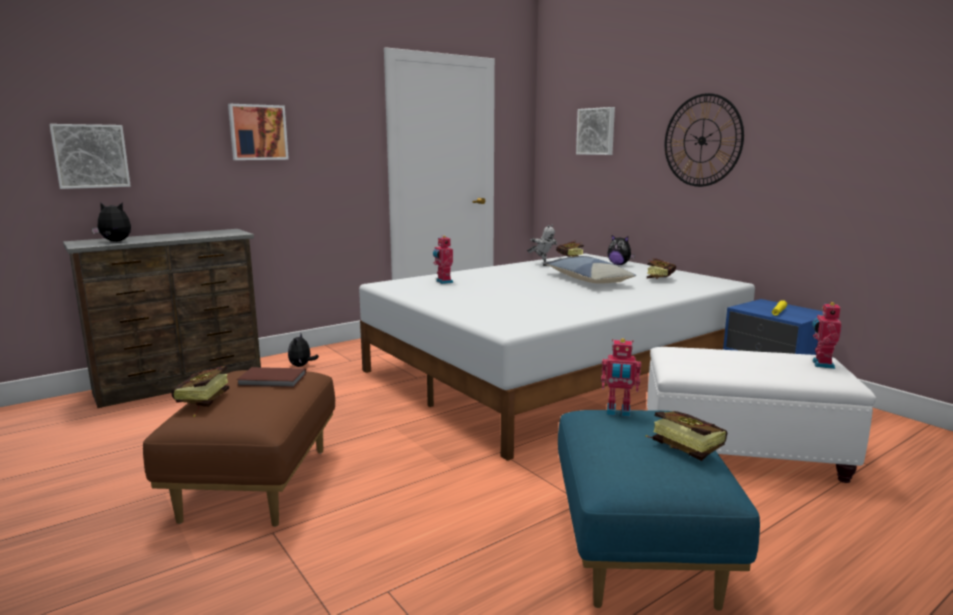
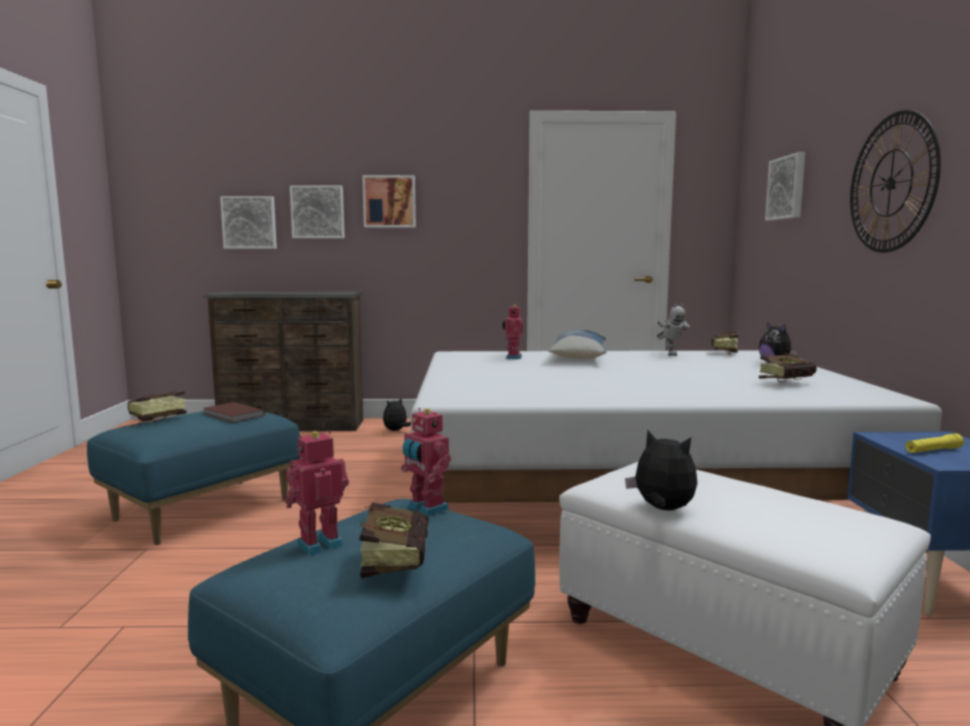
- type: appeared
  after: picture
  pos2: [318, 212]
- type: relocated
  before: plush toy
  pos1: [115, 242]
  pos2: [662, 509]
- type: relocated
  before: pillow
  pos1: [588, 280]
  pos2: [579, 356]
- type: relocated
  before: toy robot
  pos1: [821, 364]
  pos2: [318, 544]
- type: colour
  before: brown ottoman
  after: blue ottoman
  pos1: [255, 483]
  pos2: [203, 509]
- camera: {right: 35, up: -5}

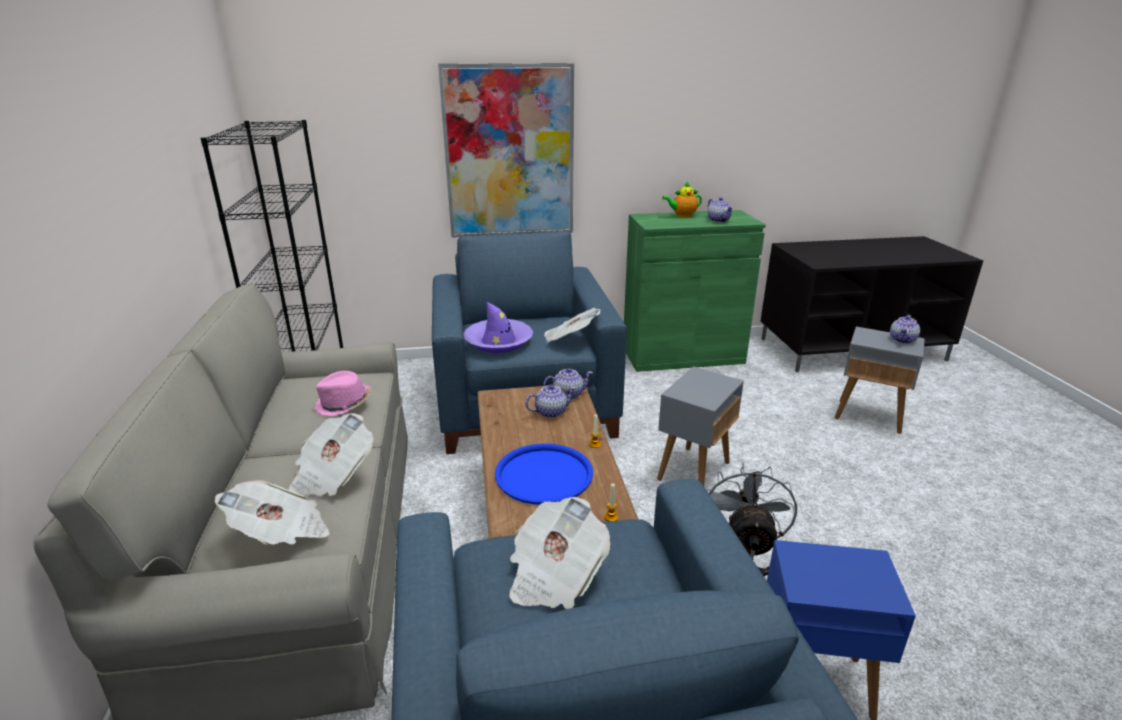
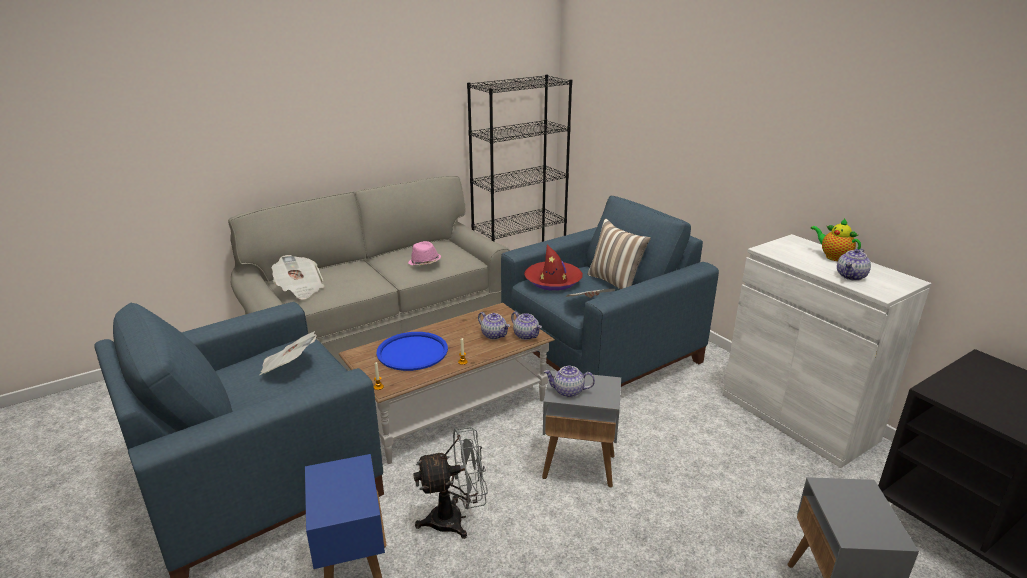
- type: missing
  before: newspaper
  pos1: [332, 475]
- type: missing
  before: picture
  pos1: [509, 153]
- type: appeared
  after: pillow
  pos2: [615, 283]
- type: relocated
  before: teapot
  pos1: [903, 340]
  pos2: [568, 391]
- type: colour
  before: purple hat
  after: red hat
  pos1: [498, 342]
  pos2: [553, 281]
- type: colour
  before: green cabinet
  after: white cabinet
  pos1: [682, 355]
  pos2: [798, 417]
- camera: {right: 65, up: 0}

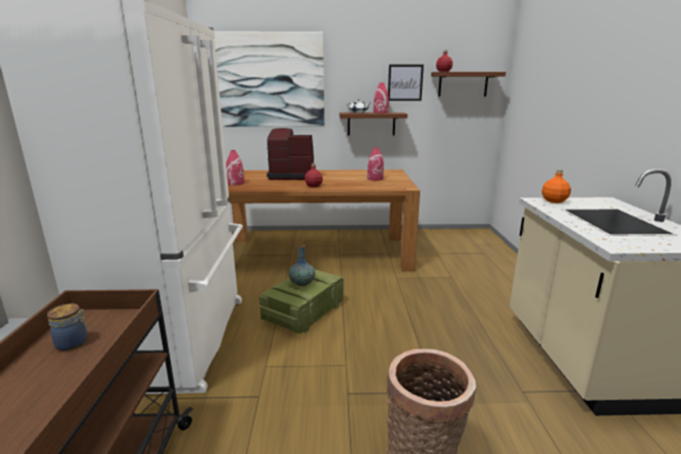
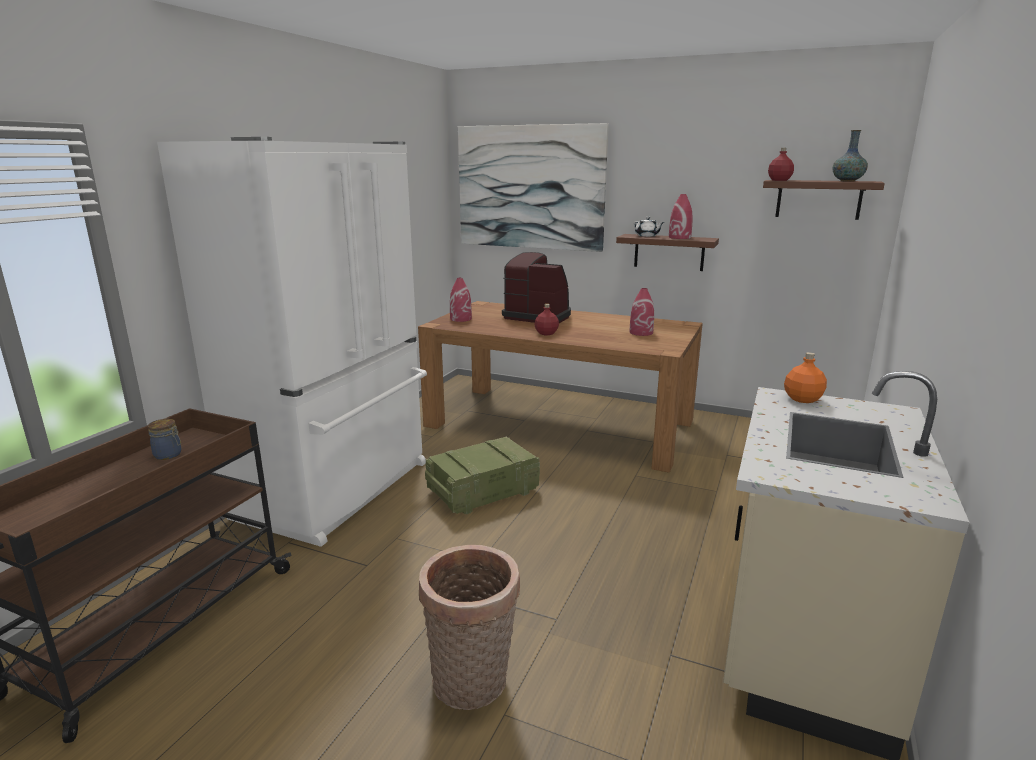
- type: missing
  before: picture
  pos1: [405, 82]
- type: relocated
  before: vase
  pos1: [302, 283]
  pos2: [847, 181]
- camera: {right: 25, up: 0}

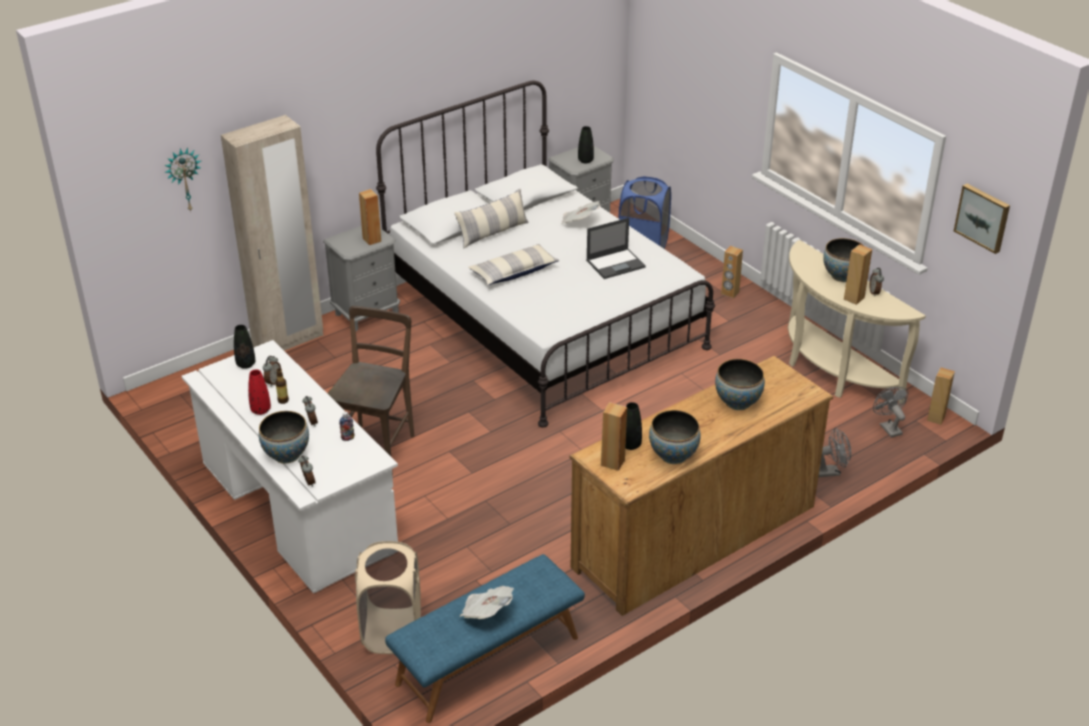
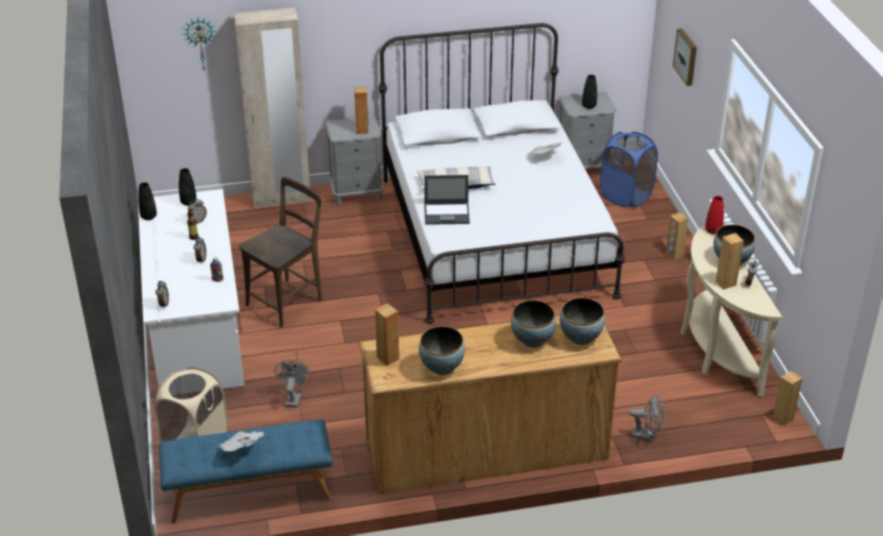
- type: missing
  before: pillow
  pos1: [493, 233]
- type: relocated
  before: red vase
  pos1: [261, 410]
  pos2: [713, 230]
- type: relocated
  before: bowl
  pos1: [286, 455]
  pos2: [580, 337]
- type: relocated
  before: laptop
  pos1: [616, 263]
  pos2: [447, 214]
- type: relocated
  before: black vase
  pos1: [630, 445]
  pos2: [148, 217]
- type: relocated
  before: grey fan
  pos1: [888, 427]
  pos2: [293, 397]
- type: relocated
  before: picture
  pos1: [983, 217]
  pos2: [686, 56]
- camera: {right: 25, up: 0}

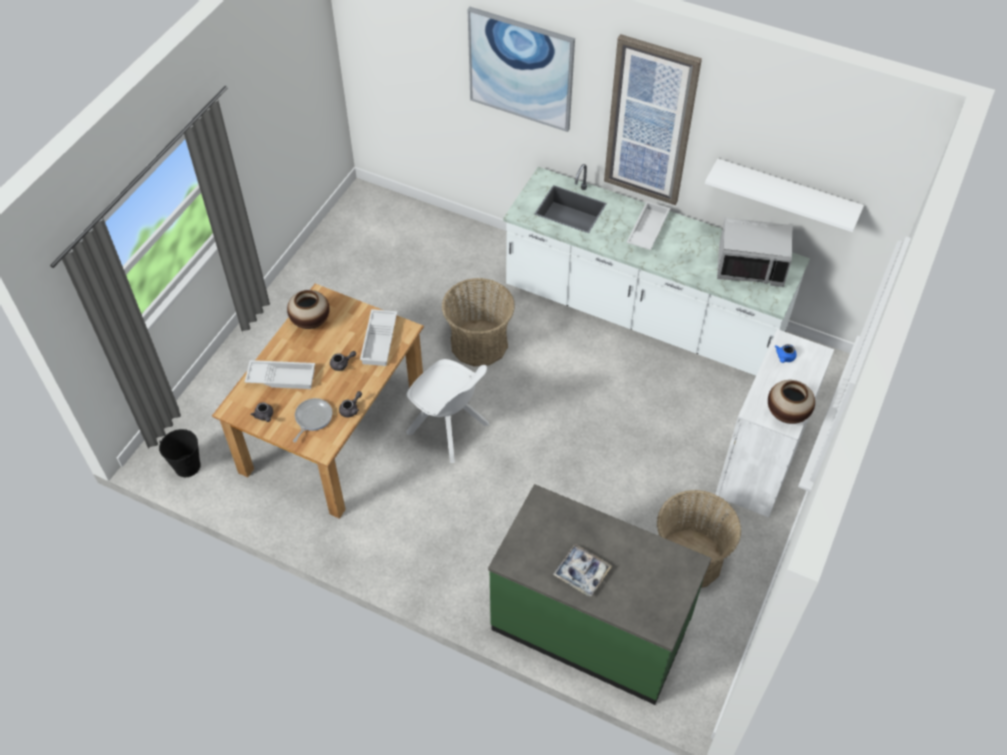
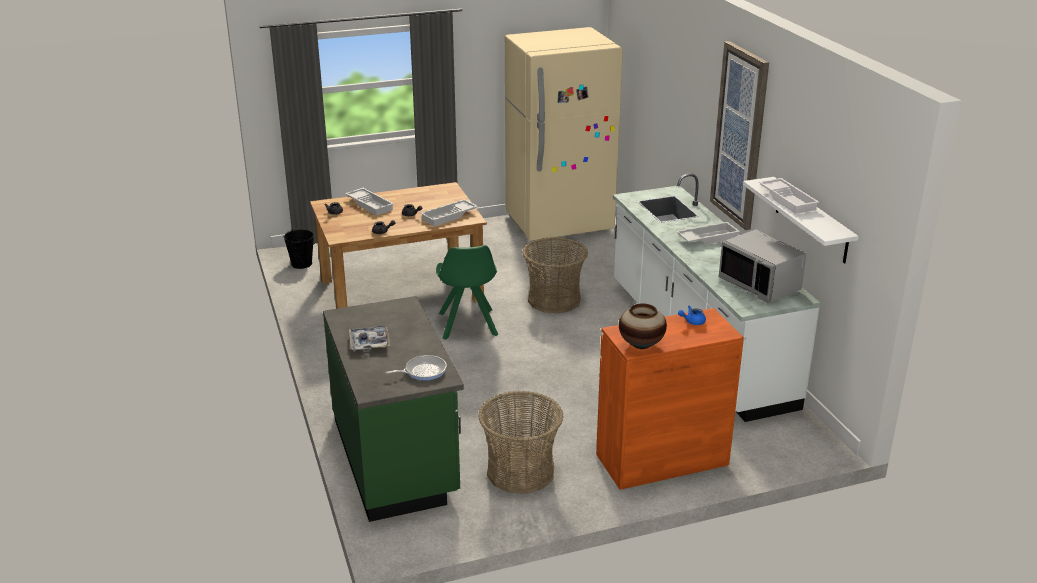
- type: missing
  before: vase
  pos1: [311, 321]
- type: missing
  before: picture
  pos1: [521, 69]
- type: appeared
  after: beige fridge
  pos2: [559, 224]
- type: appeared
  after: white tray
  pos2: [788, 200]
- type: relocated
  before: frying pan
  pos1: [312, 418]
  pos2: [423, 371]
- type: colour
  before: white chair
  after: green chair
  pos1: [449, 430]
  pos2: [468, 325]
- type: colour
  before: white cabinet
  after: orange cabinet
  pos1: [759, 463]
  pos2: [662, 459]
- camera: {right: 45, up: -25}

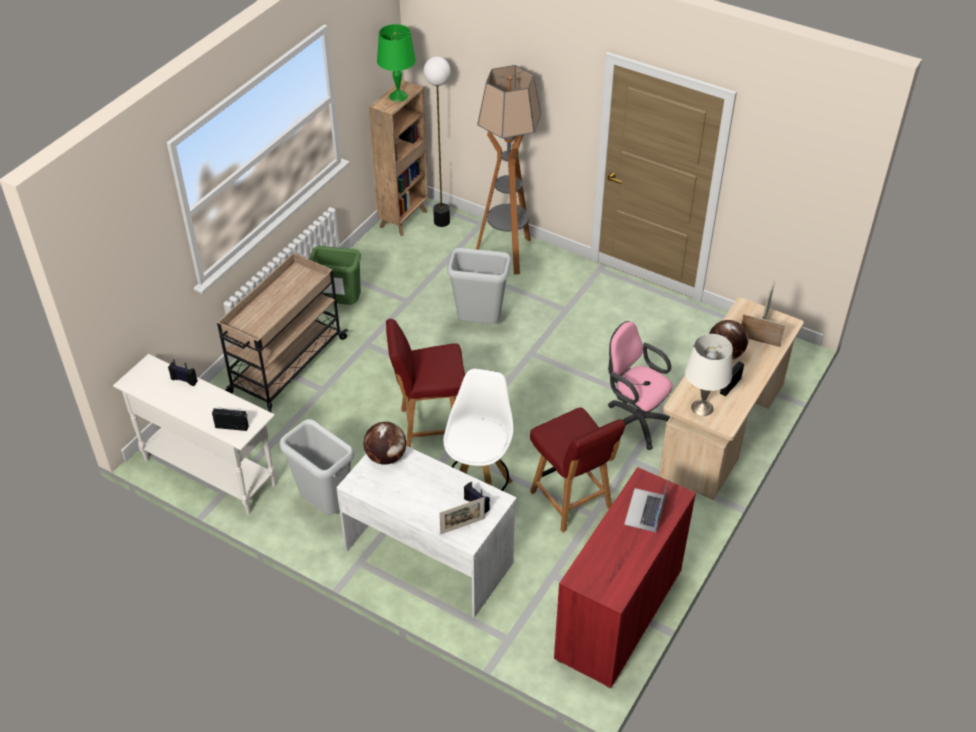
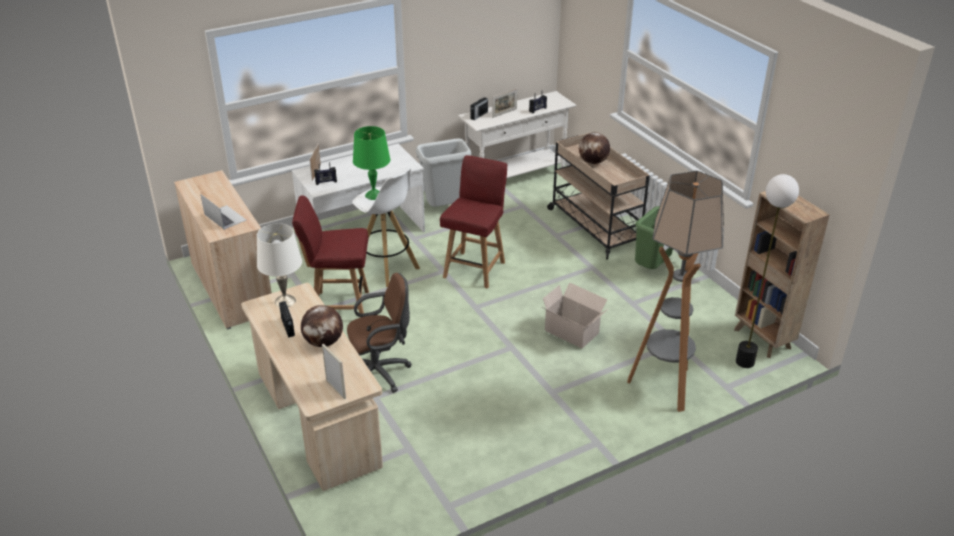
- type: relocated
  before: globe
  pos1: [386, 457]
  pos2: [593, 162]
- type: relocated
  before: green table lamp
  pos1: [398, 96]
  pos2: [374, 195]
- type: relocated
  before: picture frame
  pos1: [759, 341]
  pos2: [504, 113]
- type: exchanged
  before: grey trash can
  after: cardboard box
  pos1: [480, 323]
  pos2: [572, 332]
- type: colour
  before: red cabinet
  after: beige cabinet
  pos1: [618, 614]
  pos2: [232, 289]
- type: colour
  before: pink office chair
  after: brown office chair
  pos1: [635, 420]
  pos2: [380, 373]
- camera: {right: 120, up: -10}

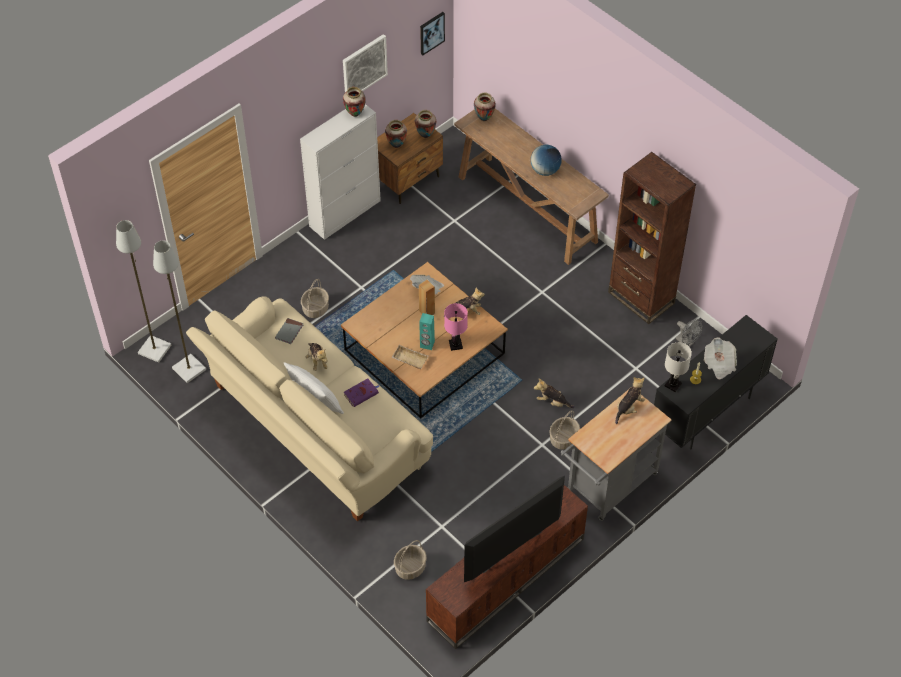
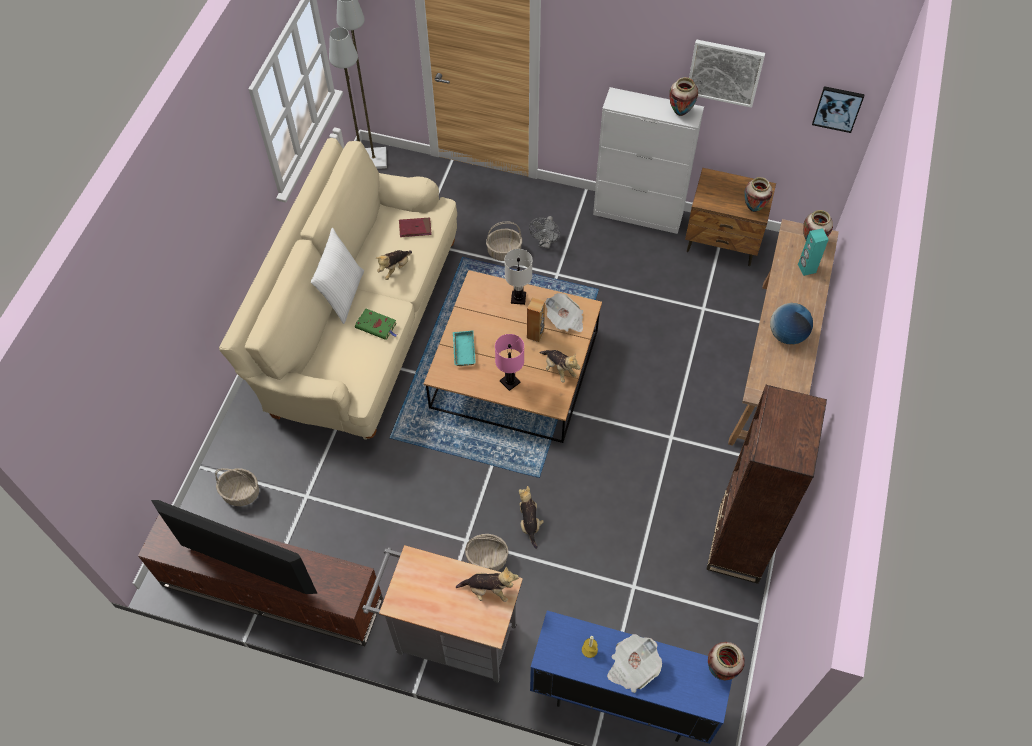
- type: relocated
  before: vase
  pos1: [396, 145]
  pos2: [720, 670]
- type: relocated
  before: turquoise speaker
  pos1: [427, 344]
  pos2: [806, 268]
- type: relocated
  before: white table lamp
  pos1: [672, 385]
  pos2: [518, 298]
- type: relocated
  before: grey fan
  pos1: [686, 342]
  pos2: [545, 243]
- type: colour
  before: grey book
  after: red book
  pos1: [289, 332]
  pos2: [415, 228]
- type: colour
  before: purple book
  after: green book
  pos1: [361, 393]
  pos2: [377, 326]
- type: colour
  before: beige tray
  after: turquoise tray
  pos1: [409, 359]
  pos2: [463, 350]
- type: colour
  before: black cabinet
  after: blue cabinet
  pos1: [706, 413]
  pos2: [622, 699]
- camera: {right: 60, up: 5}

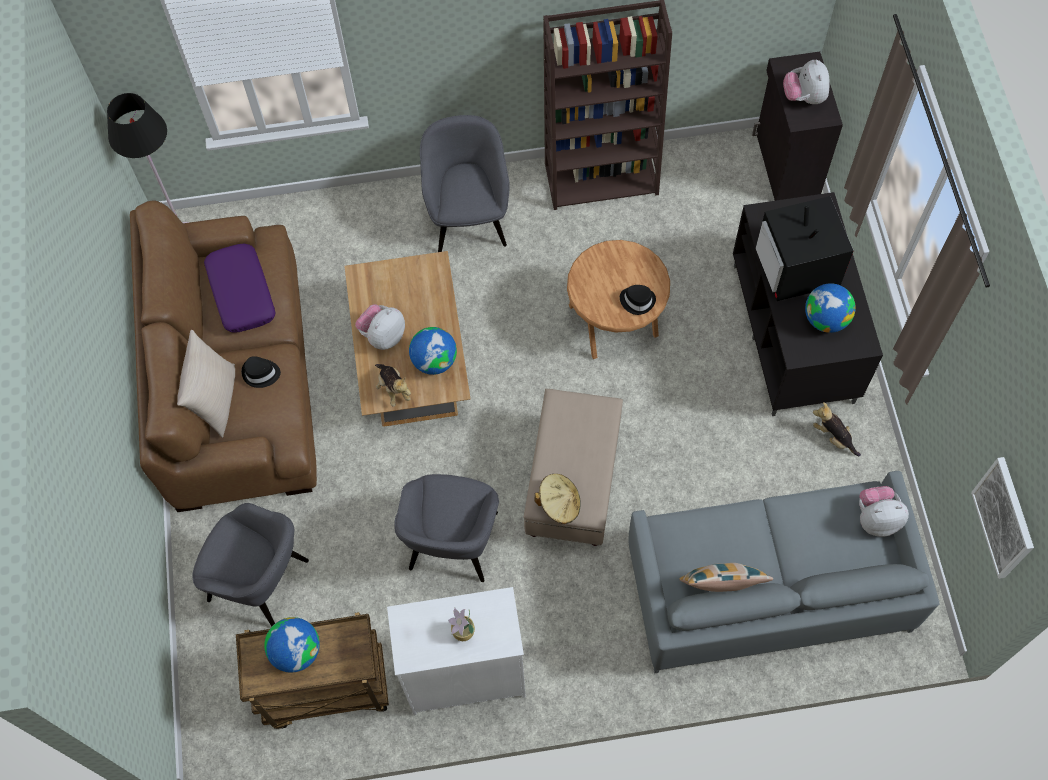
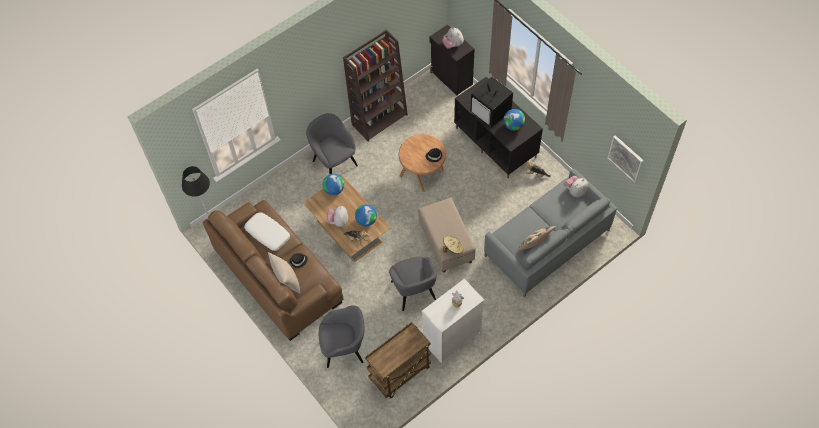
- type: relocated
  before: globe
  pos1: [296, 651]
  pos2: [334, 190]
- type: colour
  before: purple pillow
  after: white pillow
  pos1: [241, 293]
  pos2: [267, 234]
- camera: {right: -30, up: -5}

